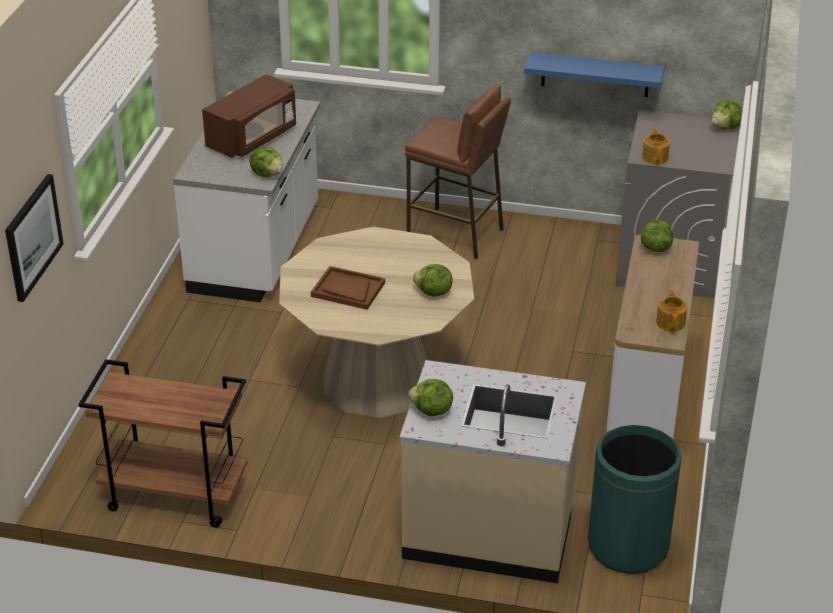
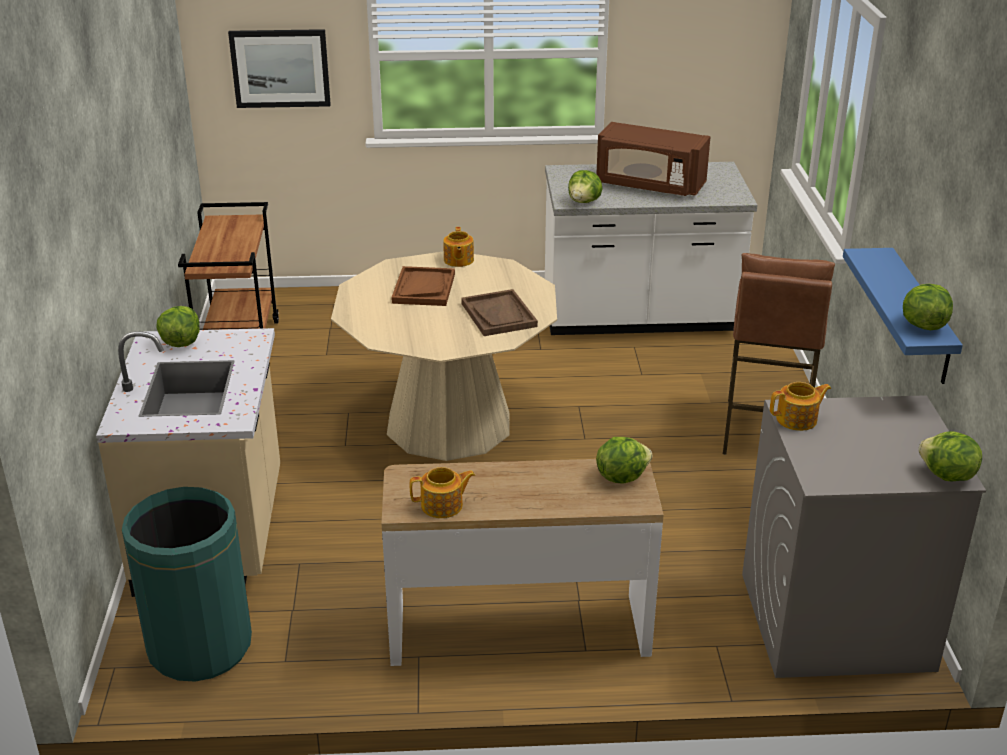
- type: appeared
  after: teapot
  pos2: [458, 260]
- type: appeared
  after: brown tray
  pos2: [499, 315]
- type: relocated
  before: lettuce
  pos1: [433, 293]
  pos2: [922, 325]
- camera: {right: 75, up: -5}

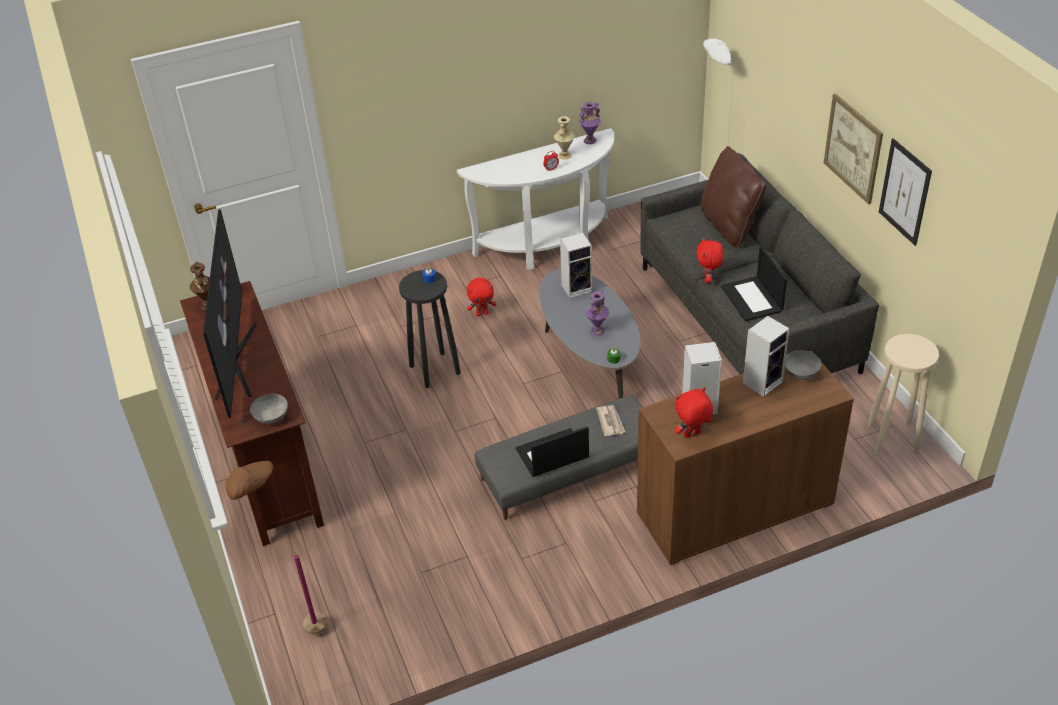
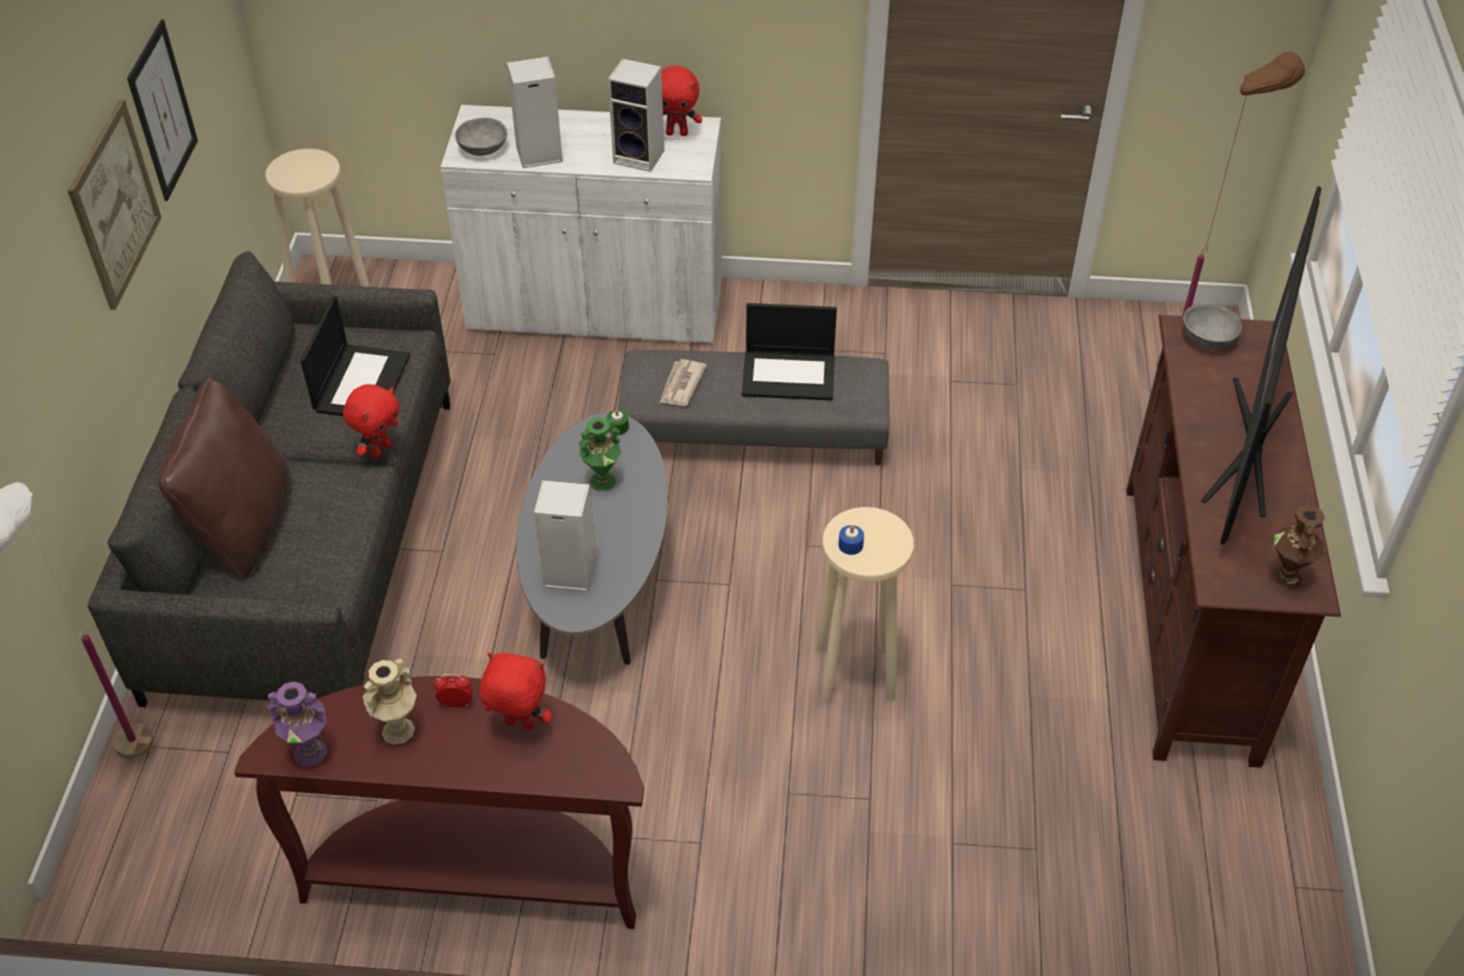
- type: relocated
  before: red plush toy
  pos1: [482, 313]
  pos2: [518, 726]
- type: colour
  before: black stool
  after: beige stool
  pos1: [434, 370]
  pos2: [856, 673]
- type: colour
  before: white console table
  after: brown console table
  pos1: [547, 246]
  pos2: [476, 871]
- type: colour
  before: purple vase
  after: green vase
  pos1: [597, 331]
  pos2: [602, 481]
- type: colour
  before: brown cabinet
  after: white cabinet
  pos1: [734, 509]
  pos2: [596, 307]
- camera: {right: -155, up: 5}

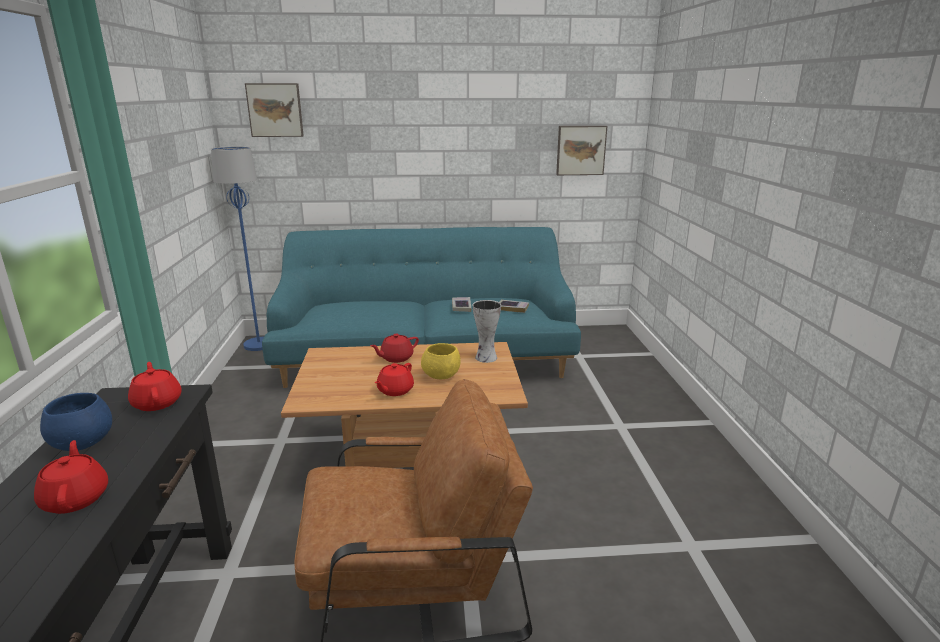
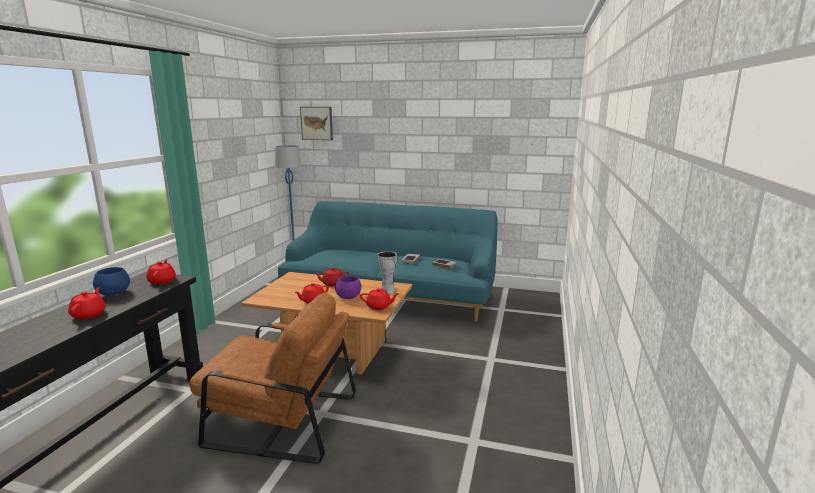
- type: missing
  before: picture
  pos1: [580, 150]
- type: appeared
  after: red teapot
  pos2: [379, 306]
- type: colour
  before: yellow bowl
  after: purple bowl
  pos1: [441, 376]
  pos2: [348, 297]
- camera: {right: 20, up: -5}

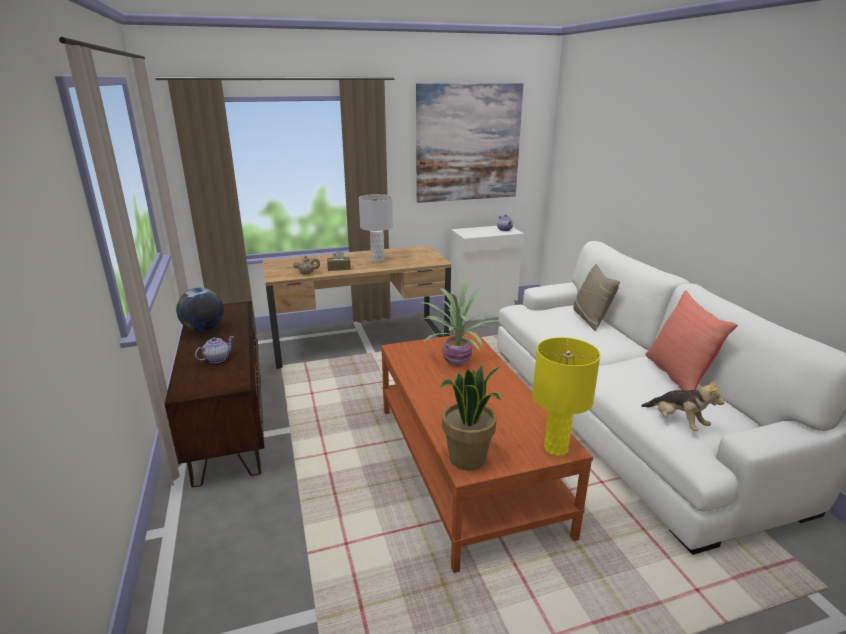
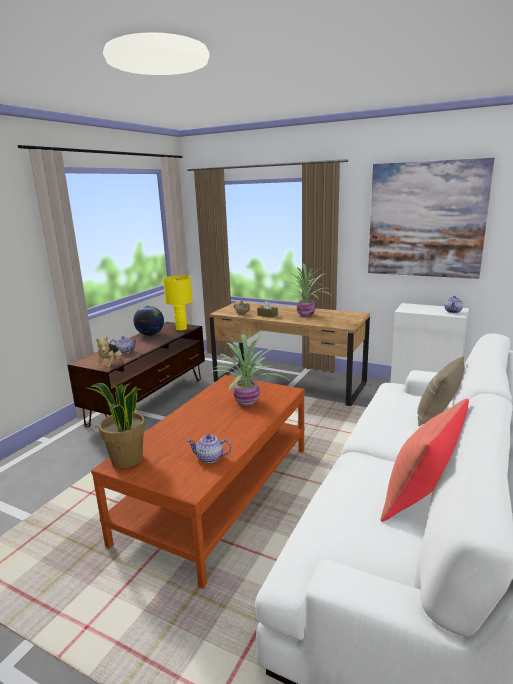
- type: appeared
  after: teapot
  pos2: [210, 458]
- type: relocated
  before: yellow table lamp
  pos1: [556, 449]
  pos2: [181, 328]
- type: relocated
  before: plush toy
  pos1: [677, 422]
  pos2: [111, 365]
- type: exchanged
  before: grey table lamp
  after: potted plant
  pos1: [377, 260]
  pos2: [305, 315]
- camera: {right: 45, up: -5}

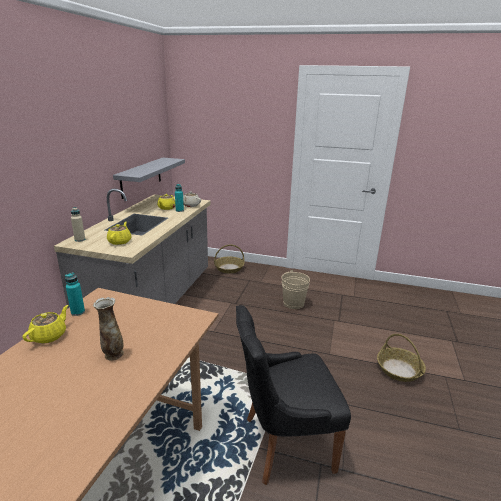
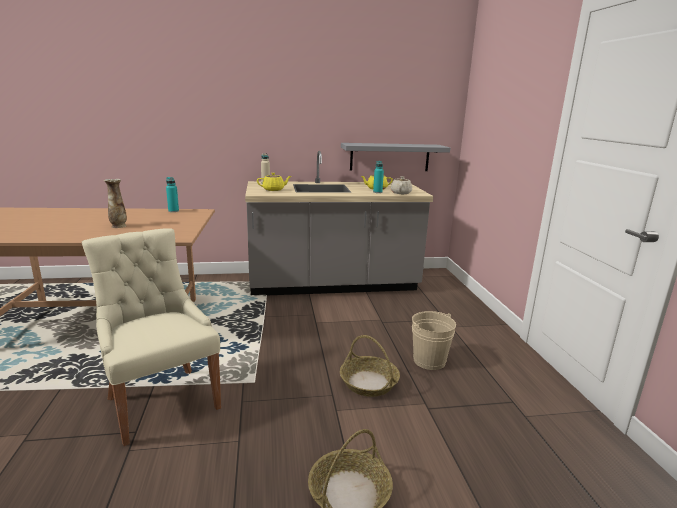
- type: missing
  before: yellow teapot
  pos1: [49, 335]
- type: relocated
  before: basket
  pos1: [229, 268]
  pos2: [369, 383]
- type: colour
  before: black chair
  after: beige chair
  pos1: [284, 443]
  pos2: [161, 401]
- camera: {right: 65, up: -5}

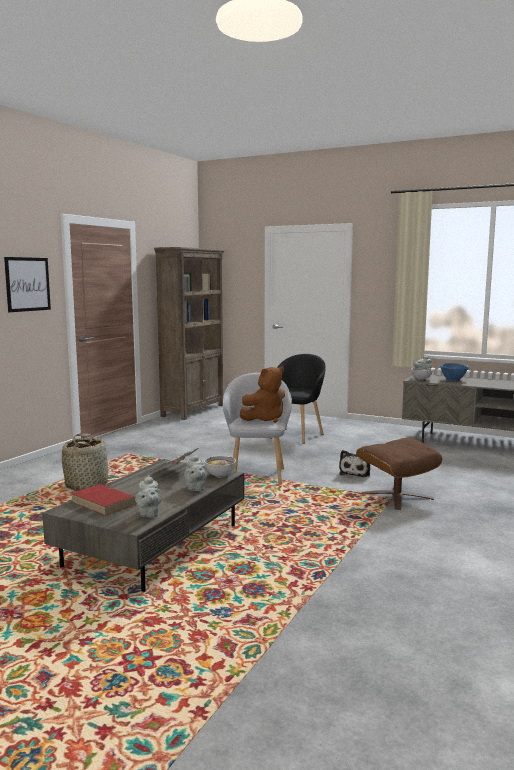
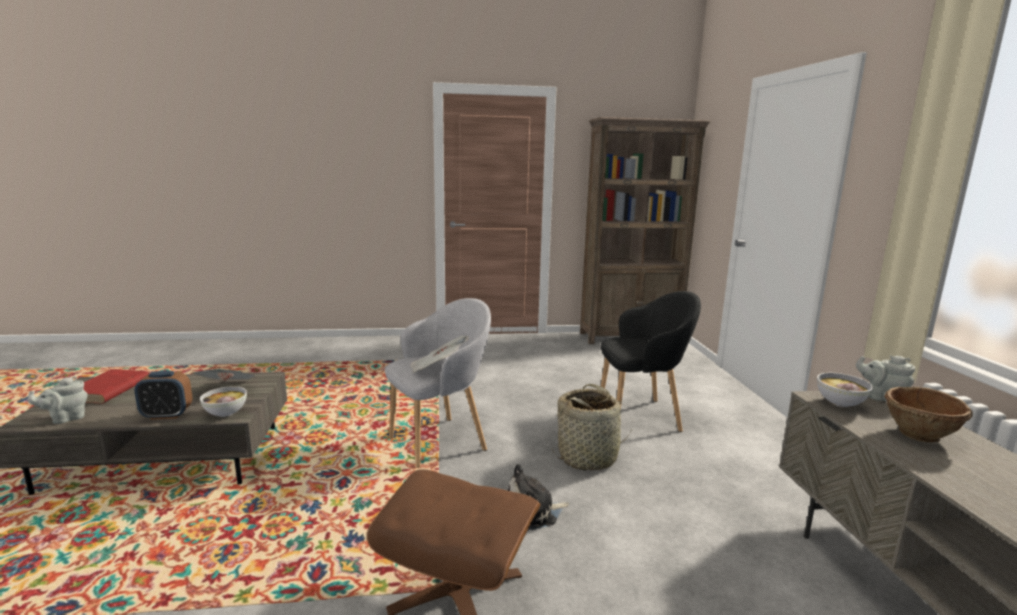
- type: missing
  before: picture
  pos1: [27, 284]
- type: relocated
  before: basket
  pos1: [87, 485]
  pos2: [588, 457]
- type: exchanged
  before: grey teapot
  after: alarm clock
  pos1: [195, 488]
  pos2: [167, 415]
- type: exchanged
  before: brown plush toy
  after: newspaper
  pos1: [265, 419]
  pos2: [437, 369]
- type: colour
  before: blue bowl
  after: brown bowl
  pos1: [453, 380]
  pos2: [919, 435]
- camera: {right: 55, up: 5}

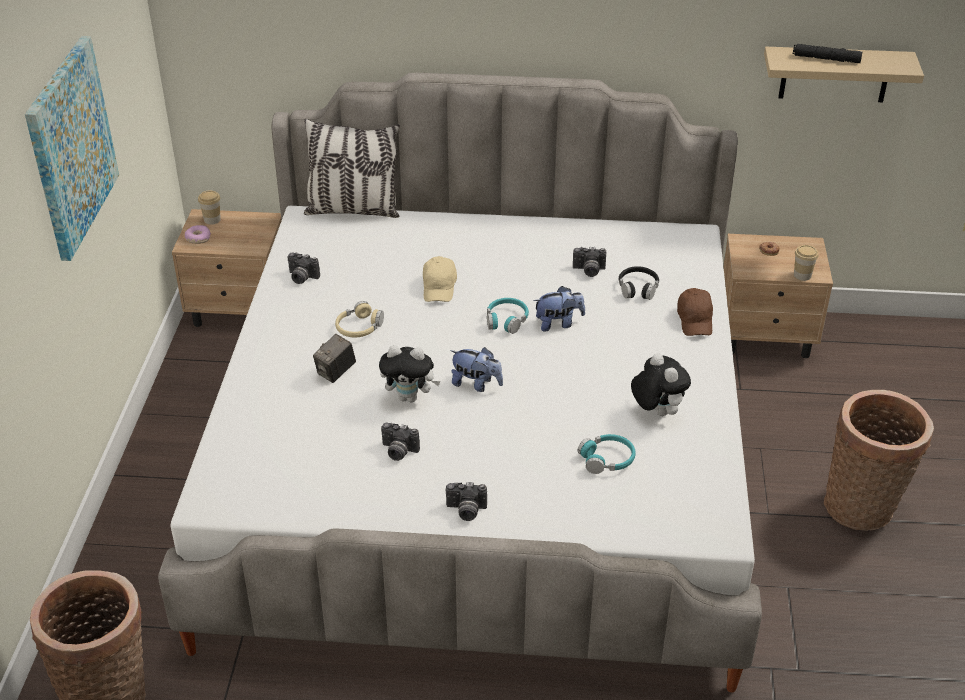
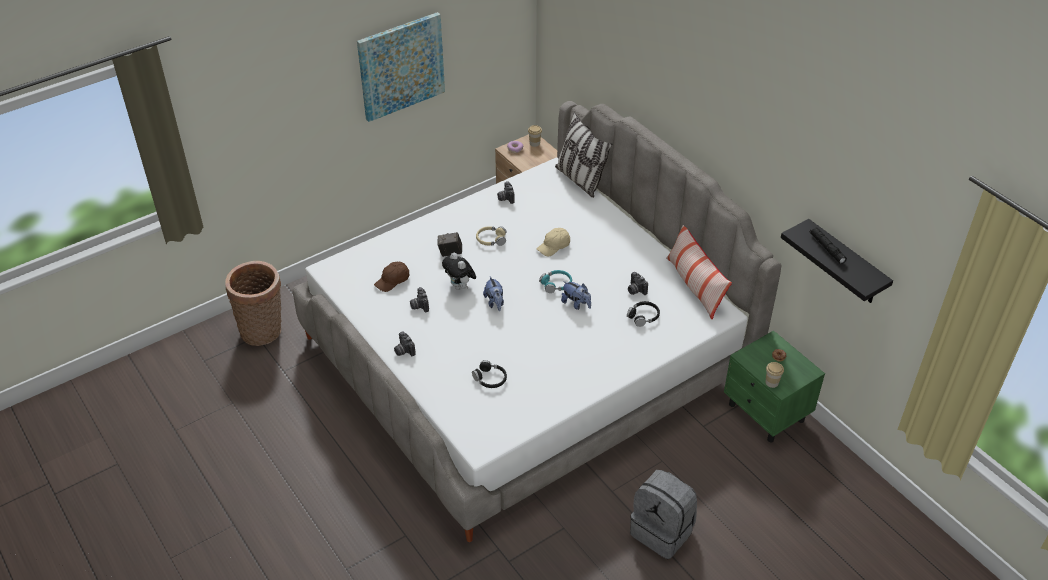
- type: missing
  before: plush toy
  pos1: [656, 411]
- type: appeared
  after: pillow
  pos2: [694, 286]
- type: relocated
  before: brown cap
  pos1: [695, 320]
  pos2: [393, 281]
- type: exchanged
  before: basket
  after: grey backpack
  pos1: [863, 508]
  pos2: [663, 531]
- type: colour
  before: turquoise headphones
  after: black headphones
  pos1: [607, 459]
  pos2: [490, 379]
- type: colour
  before: beige nightstand
  after: green nightstand
  pos1: [766, 336]
  pos2: [766, 413]
- type: colour
  before: beige shelf
  after: black shelf
  pos1: [835, 74]
  pos2: [845, 264]
- camera: {right: 50, up: 5}

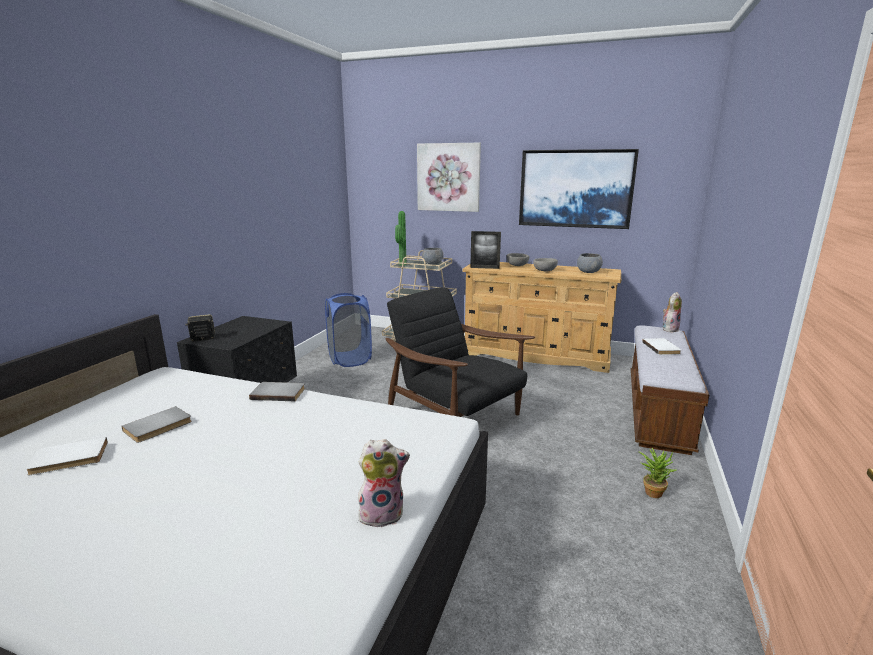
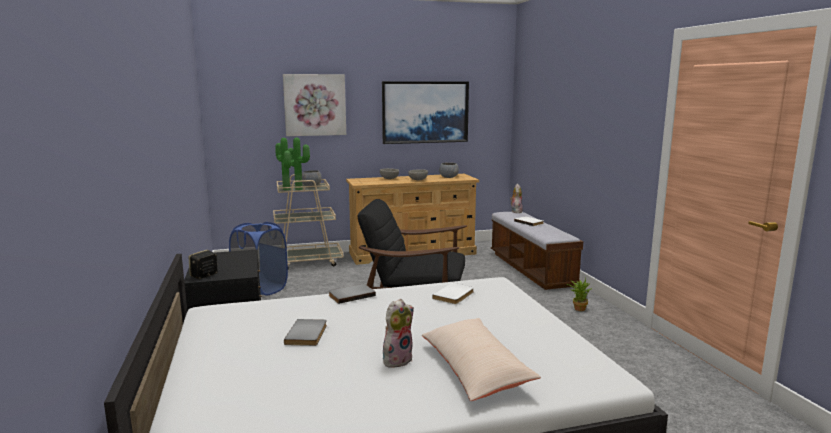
- type: missing
  before: picture frame
  pos1: [484, 268]
- type: appeared
  after: potted plant
  pos2: [300, 189]
- type: appeared
  after: beige pillow
  pos2: [474, 369]
- type: relocated
  before: white book
  pos1: [68, 459]
  pos2: [455, 295]
- type: relocated
  before: plush toy
  pos1: [382, 513]
  pos2: [397, 359]
- camera: {right: -35, up: -5}

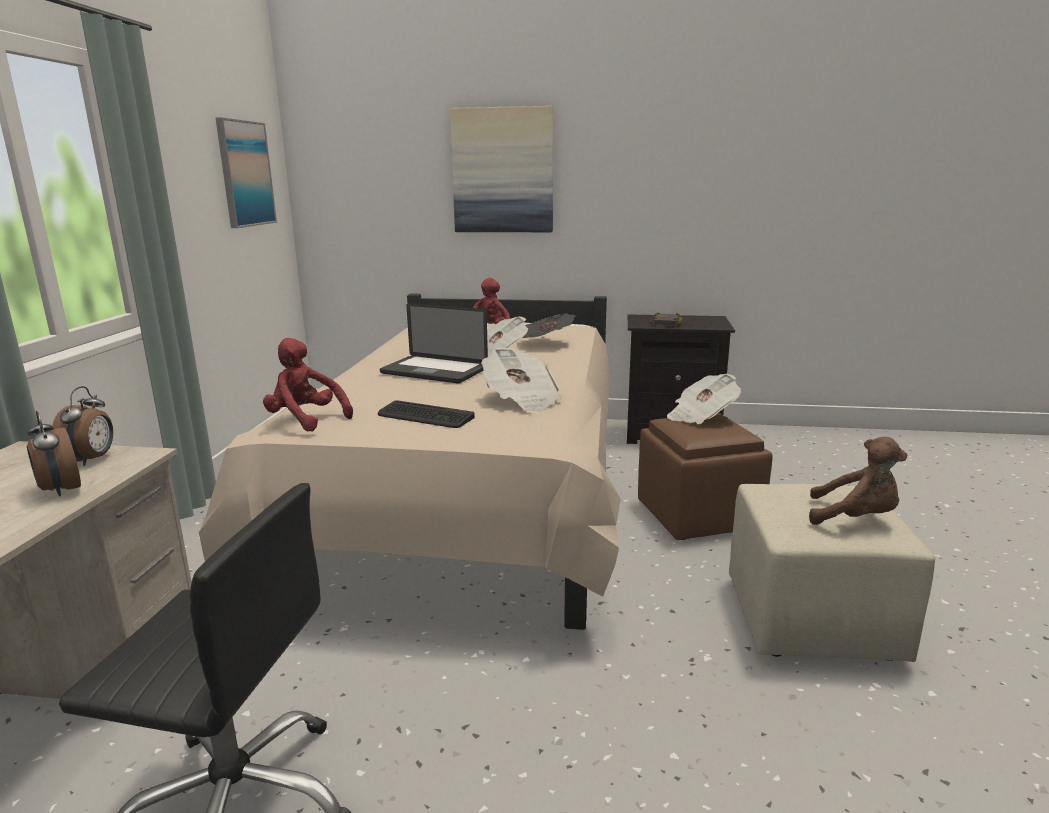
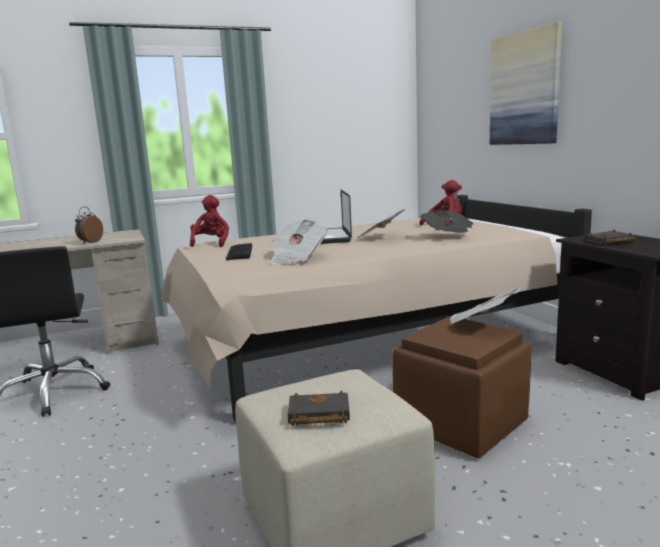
- type: missing
  before: alarm clock
  pos1: [92, 459]
- type: missing
  before: picture
  pos1: [245, 174]
- type: exchanged
  before: brown plush toy
  after: black book
  pos1: [855, 518]
  pos2: [317, 415]
- camera: {right: 60, up: -5}

